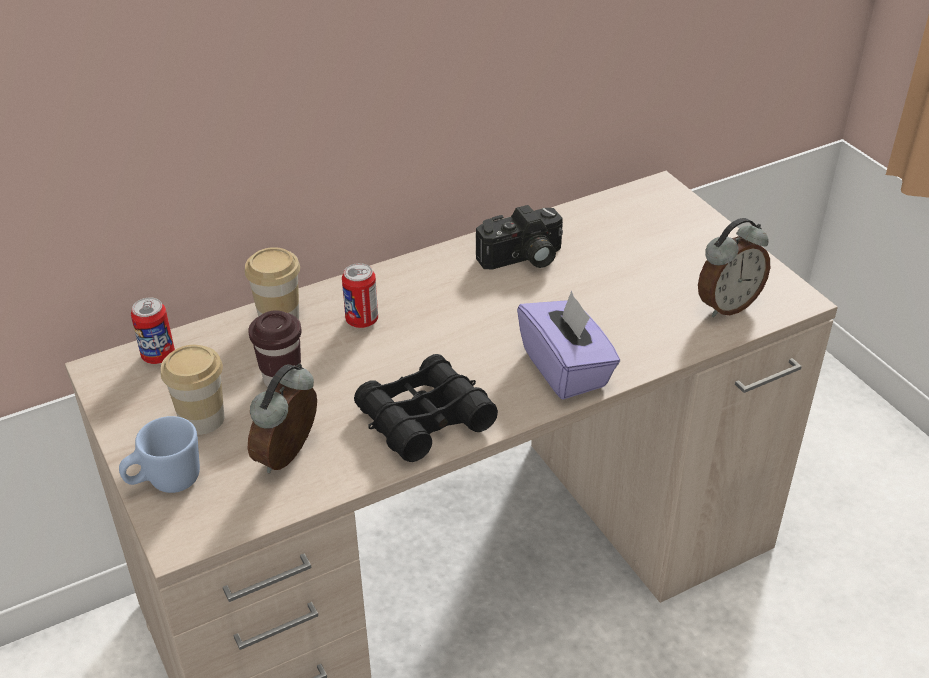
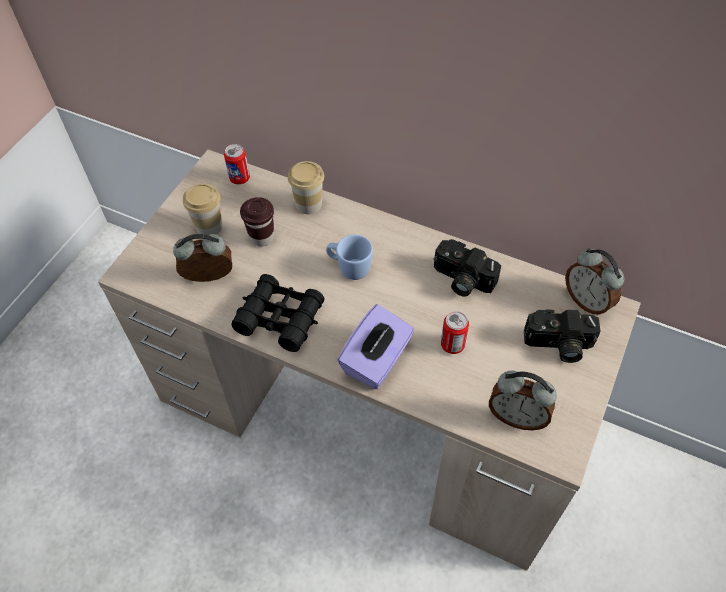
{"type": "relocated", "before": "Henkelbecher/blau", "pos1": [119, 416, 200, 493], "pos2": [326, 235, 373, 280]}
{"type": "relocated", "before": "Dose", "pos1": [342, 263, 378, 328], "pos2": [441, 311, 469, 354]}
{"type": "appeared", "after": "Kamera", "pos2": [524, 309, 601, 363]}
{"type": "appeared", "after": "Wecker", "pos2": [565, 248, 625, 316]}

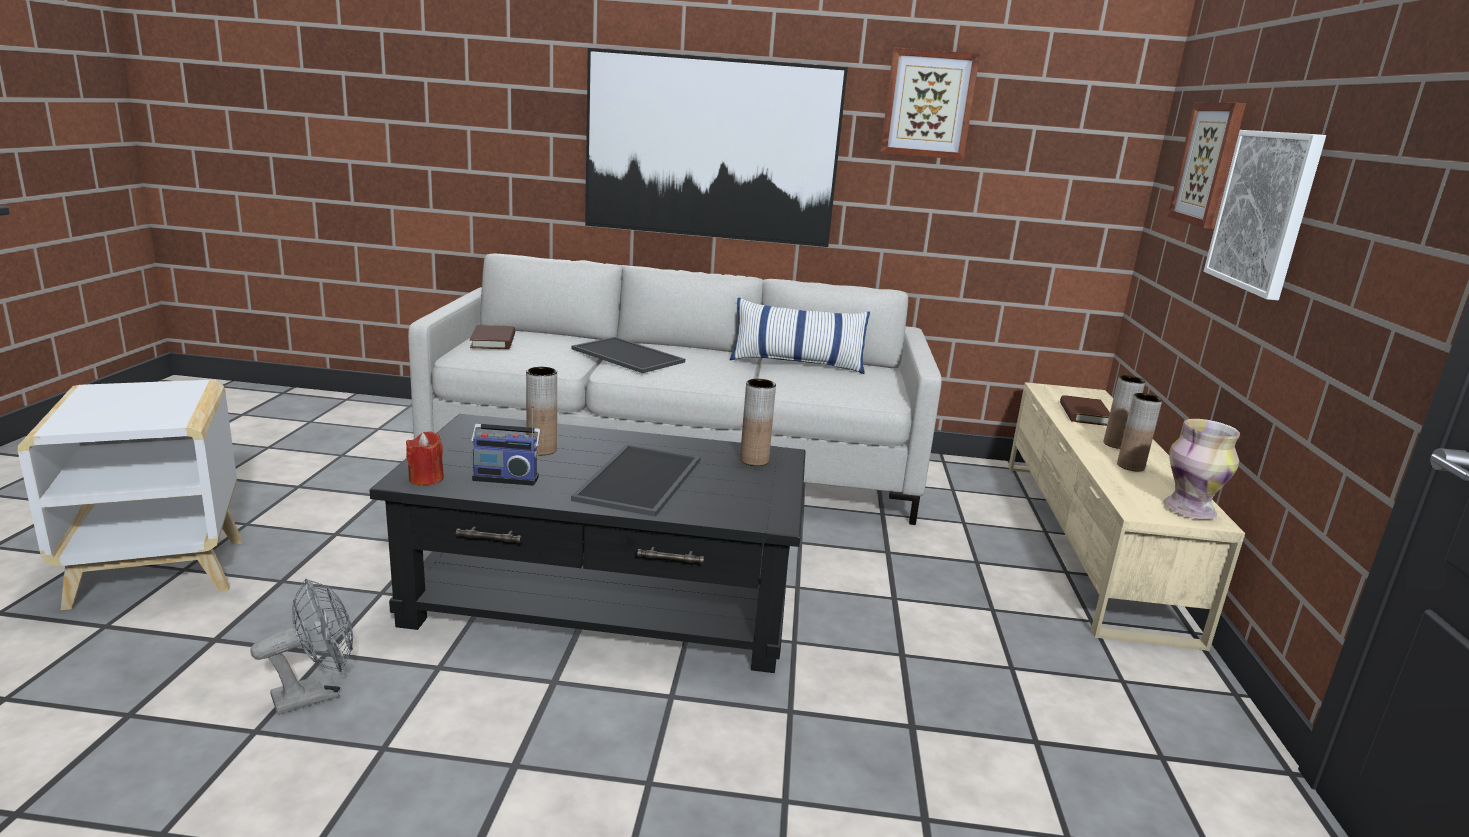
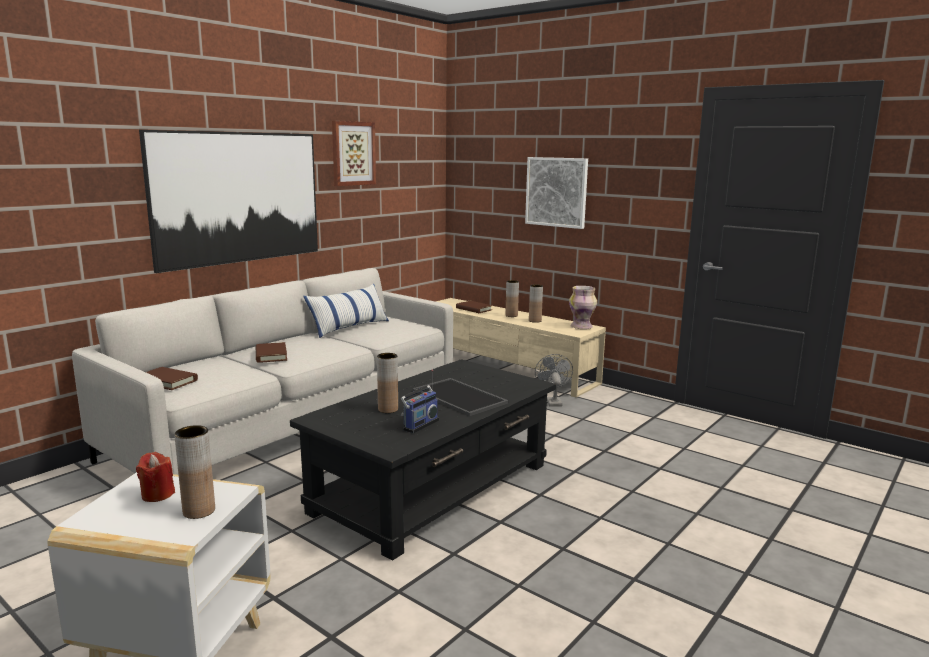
{"type": "relocated", "before": "Kerze/rot", "pos1": [406, 431, 444, 486], "pos2": [136, 452, 175, 502]}
{"type": "relocated", "before": "Vase/braun", "pos1": [740, 379, 776, 466], "pos2": [174, 425, 215, 519]}
{"type": "exchanged", "before": "Tablett", "after": "Buch/braun", "pos1": [571, 337, 685, 373], "pos2": [256, 342, 287, 363]}
{"type": "relocated", "before": "Ventilator/grau", "pos1": [250, 579, 353, 715], "pos2": [535, 354, 573, 407]}
{"type": "missing", "before": "Bild", "pos1": [1168, 103, 1246, 229]}

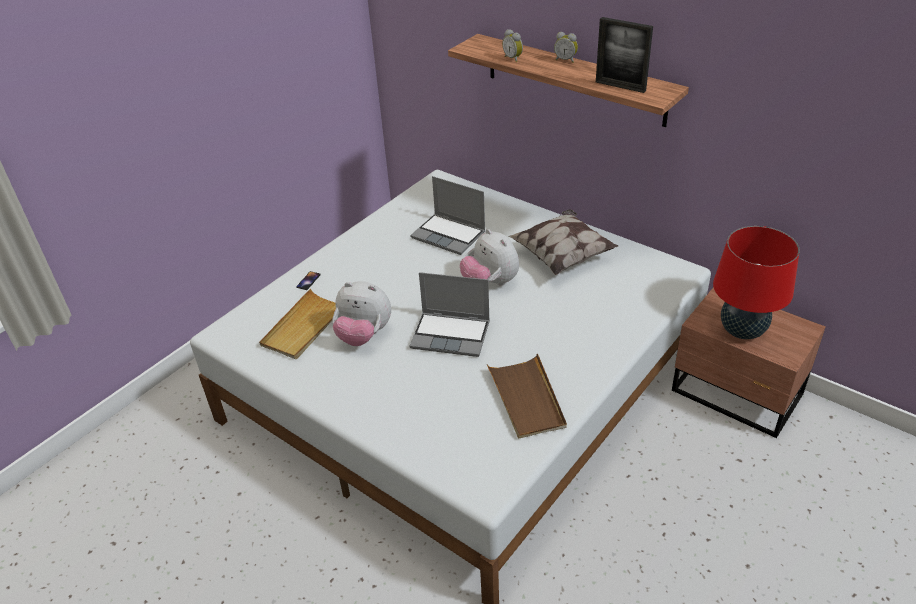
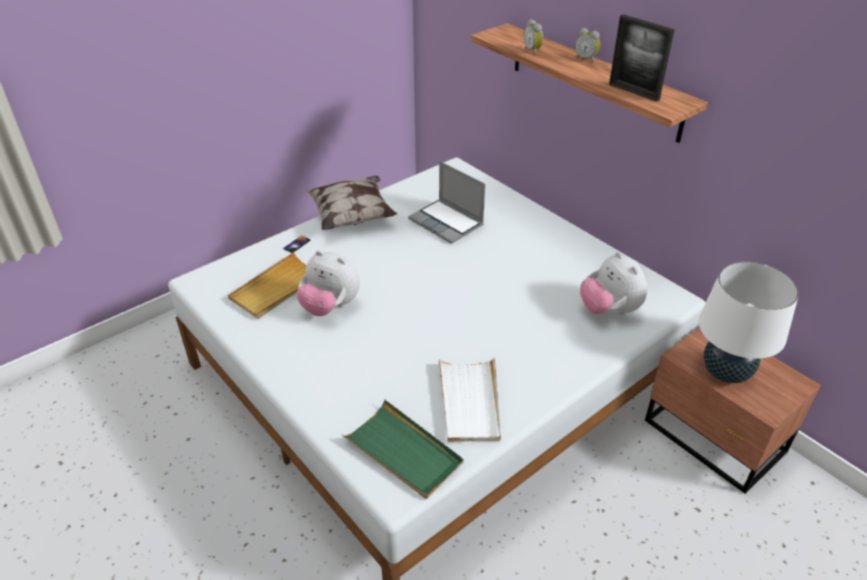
{"type": "relocated", "before": "Kissen", "pos1": [509, 209, 618, 275], "pos2": [305, 176, 397, 230]}
{"type": "appeared", "after": "Tablett/grün", "pos2": [342, 400, 464, 499]}
{"type": "colour", "before": "Tablett/braun", "after": "Tablett/weiß", "pos1": [487, 354, 567, 439], "pos2": [439, 357, 501, 442]}
{"type": "relocated", "before": "Plüschtier", "pos1": [460, 229, 519, 286], "pos2": [580, 252, 647, 315]}
{"type": "colour", "before": "Tischlampe/rot", "after": "Tischlampe/weiß", "pos1": [713, 226, 800, 339], "pos2": [699, 262, 799, 383]}
{"type": "missing", "before": "Laptop", "pos1": [410, 272, 490, 357]}

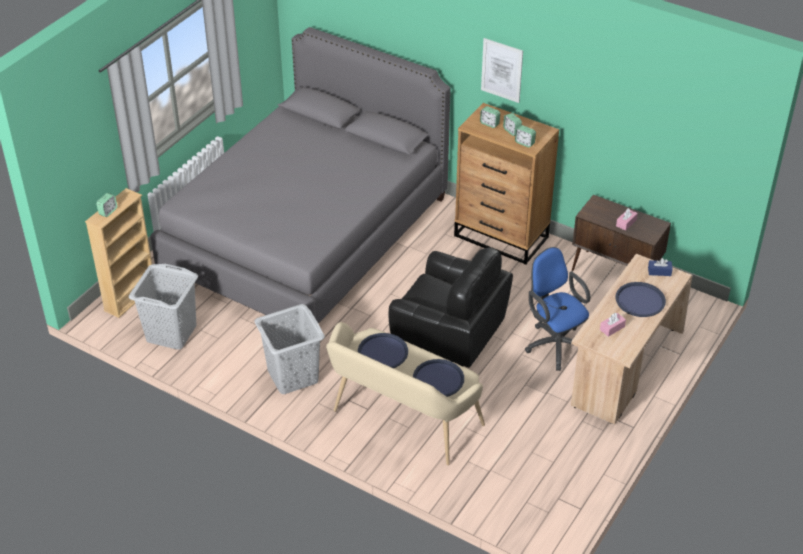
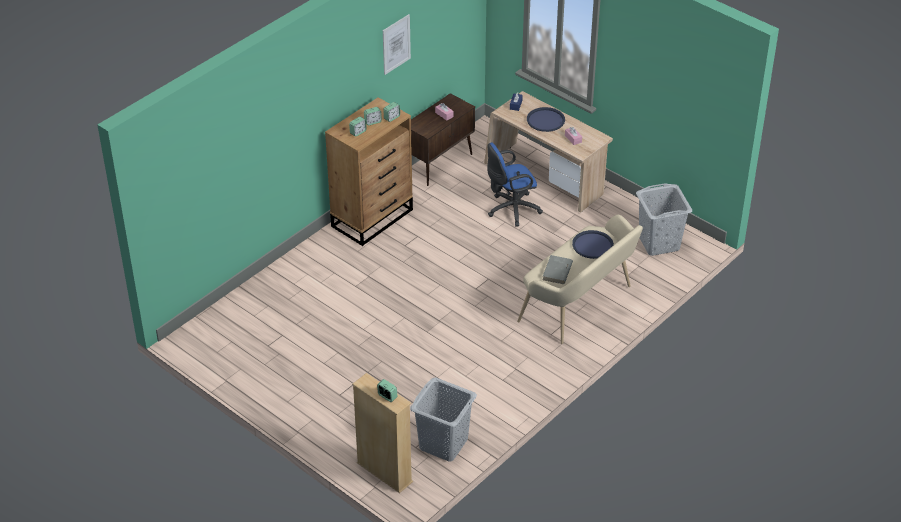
{"type": "relocated", "before": "Bild", "pos1": [481, 38, 523, 103], "pos2": [383, 14, 411, 75]}
{"type": "exchanged", "before": "Tablett/blau", "after": "Buch/grau", "pos1": [358, 333, 408, 368], "pos2": [543, 255, 573, 284]}
{"type": "relocated", "before": "Wäschekorb/grau", "pos1": [254, 304, 325, 394], "pos2": [636, 183, 692, 256]}
{"type": "missing", "before": "Bett/grau", "pos1": [150, 27, 451, 324]}
{"type": "missing", "before": "Sessel/schwarz", "pos1": [388, 248, 513, 368]}

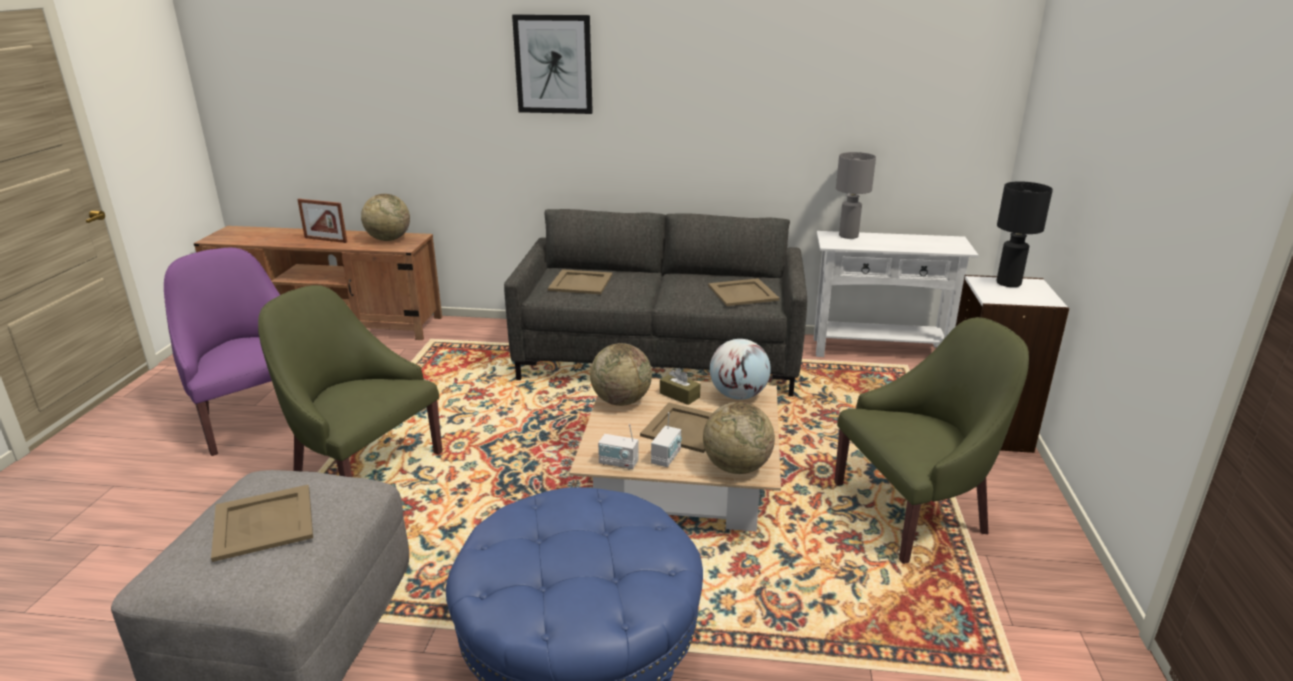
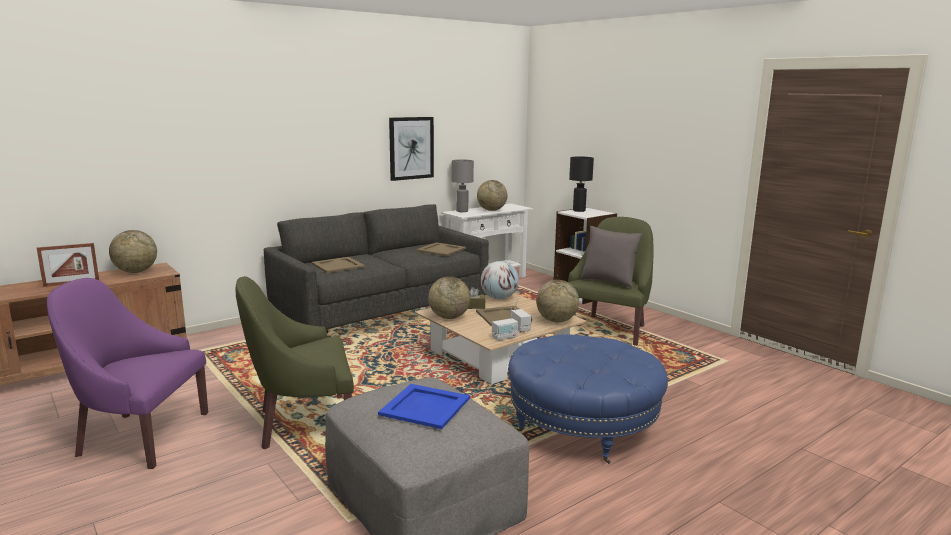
{"type": "colour", "before": "Tablett/beige", "after": "Tablett/blau", "pos1": [211, 485, 313, 562], "pos2": [378, 384, 470, 429]}
{"type": "relocated", "before": "Bild", "pos1": [512, 14, 593, 114], "pos2": [389, 117, 434, 181]}
{"type": "appeared", "after": "Globus", "pos2": [477, 180, 507, 211]}
{"type": "appeared", "after": "Kissen/grau", "pos2": [580, 226, 643, 288]}

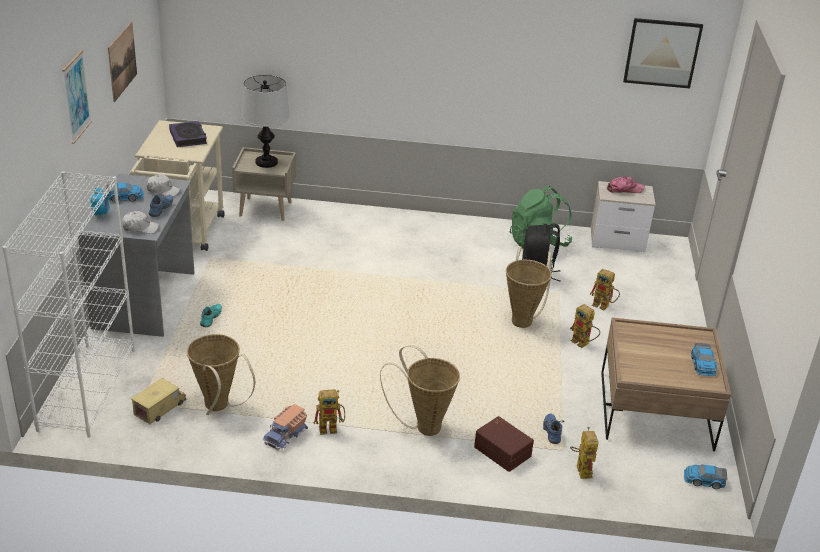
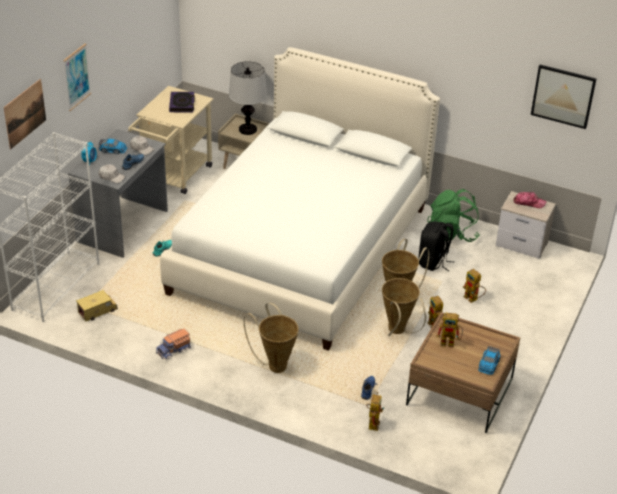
{"type": "relocated", "before": "Bild", "pos1": [108, 22, 137, 102], "pos2": [4, 79, 46, 149]}
{"type": "appeared", "after": "Bett/weiß", "pos2": [160, 47, 440, 351]}
{"type": "relocated", "before": "Korb", "pos1": [187, 334, 255, 415], "pos2": [382, 278, 426, 336]}
{"type": "relocated", "before": "Spielzeugroboter", "pos1": [314, 389, 345, 435], "pos2": [436, 313, 463, 348]}
{"type": "missing", "before": "Aufbewahrungsbox/braun", "pos1": [474, 416, 534, 472]}
{"type": "missing", "before": "Spielzeugauto", "pos1": [684, 465, 727, 489]}

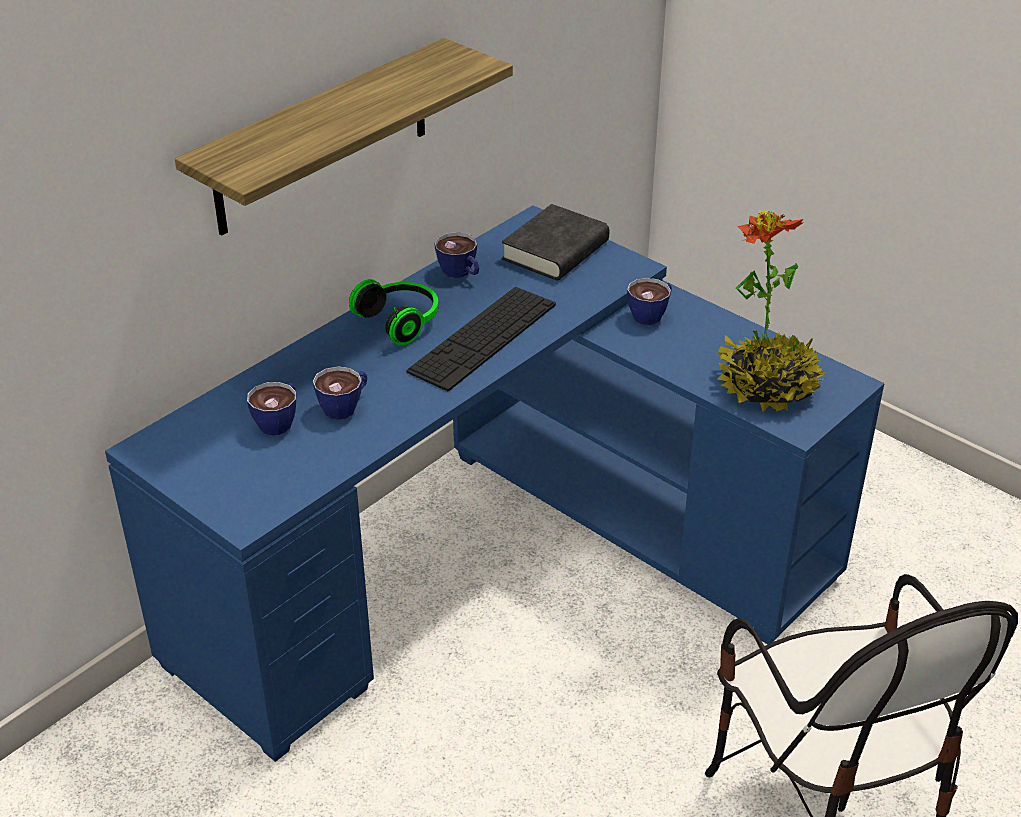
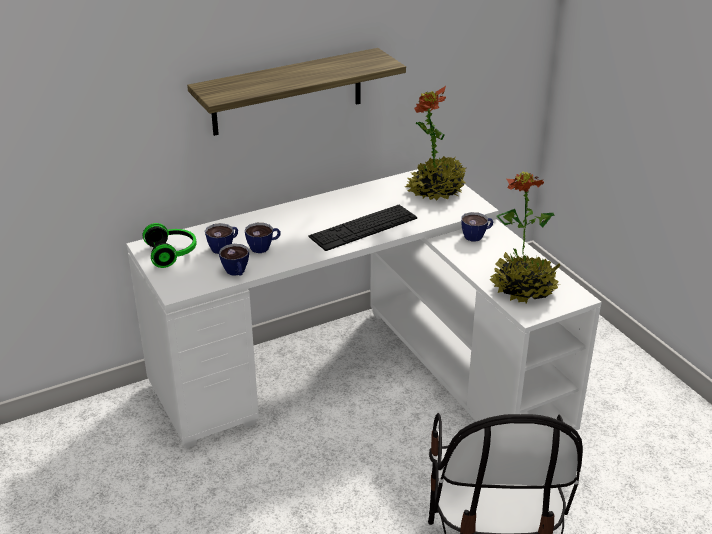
{"type": "colour", "before": "Schreibtisch/blau", "after": "Schreibtisch/weiß", "pos1": [105, 205, 884, 762], "pos2": [126, 169, 602, 448]}
{"type": "relocated", "before": "Kopfhörer", "pos1": [349, 279, 438, 346], "pos2": [143, 223, 197, 268]}
{"type": "relocated", "before": "Tasse", "pos1": [434, 232, 479, 278], "pos2": [219, 244, 249, 276]}
{"type": "exchanged", "before": "Buch/schwarz", "after": "Topfpflanze", "pos1": [502, 204, 609, 280], "pos2": [405, 86, 466, 200]}

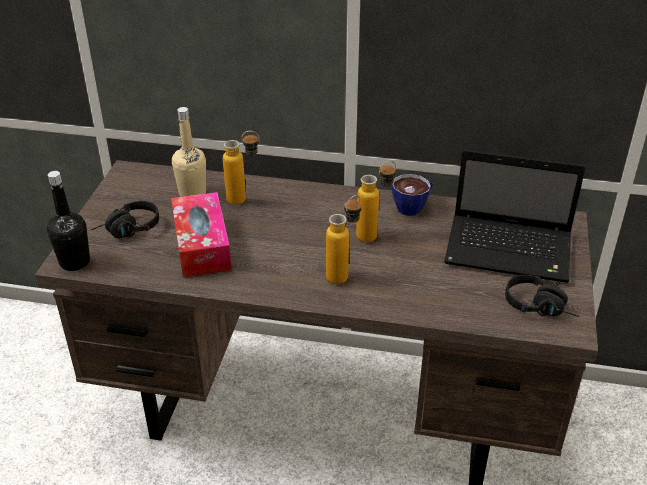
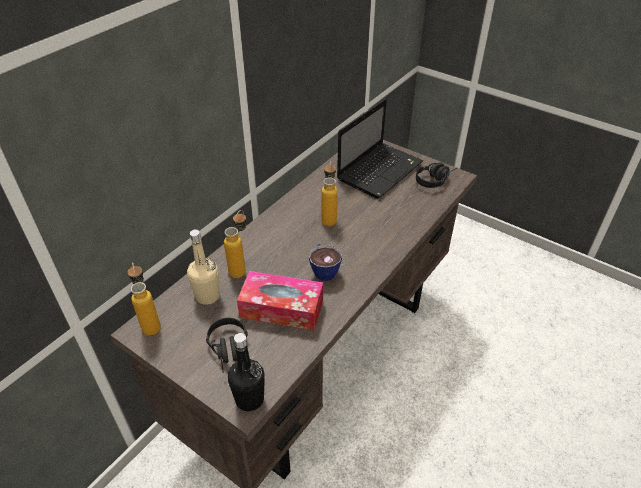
{"type": "relocated", "before": "Flasche", "pos1": [326, 195, 361, 284], "pos2": [127, 263, 161, 336]}
{"type": "relocated", "before": "Tasse", "pos1": [392, 174, 433, 216], "pos2": [309, 244, 342, 281]}

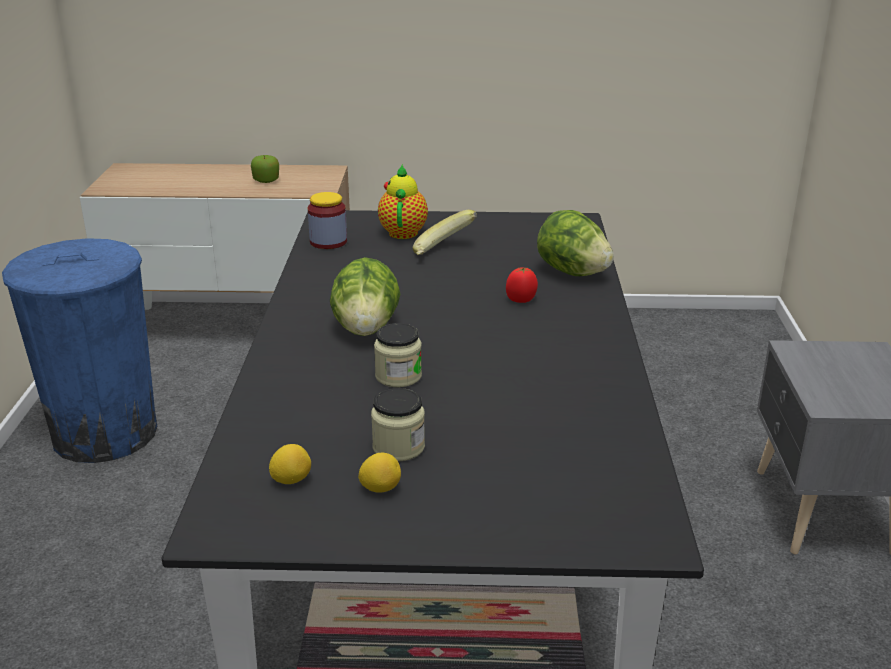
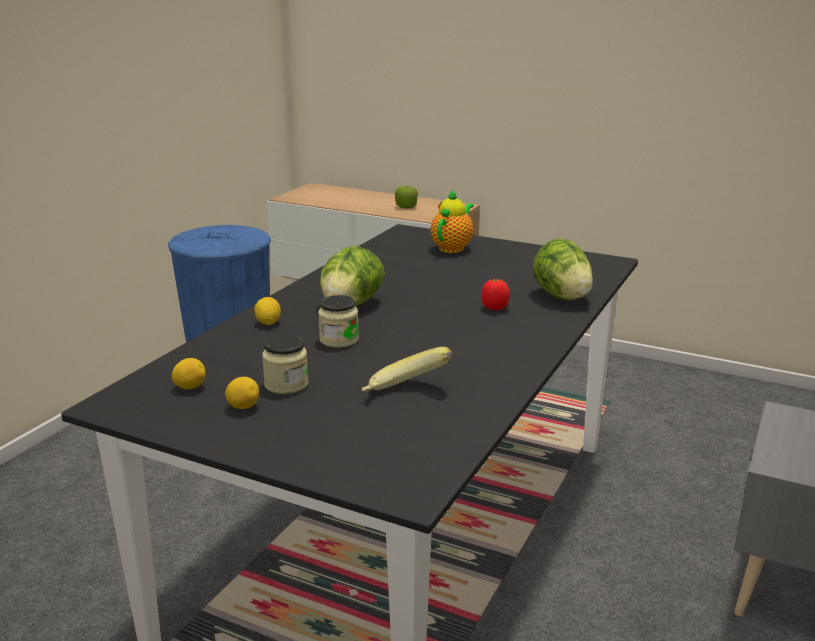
{"type": "appeared", "after": "Zitrone", "pos2": [254, 297, 281, 325]}
{"type": "relocated", "before": "Banane", "pos1": [413, 210, 477, 255], "pos2": [362, 347, 453, 392]}
{"type": "missing", "before": "Vorratsglas", "pos1": [308, 192, 347, 249]}

